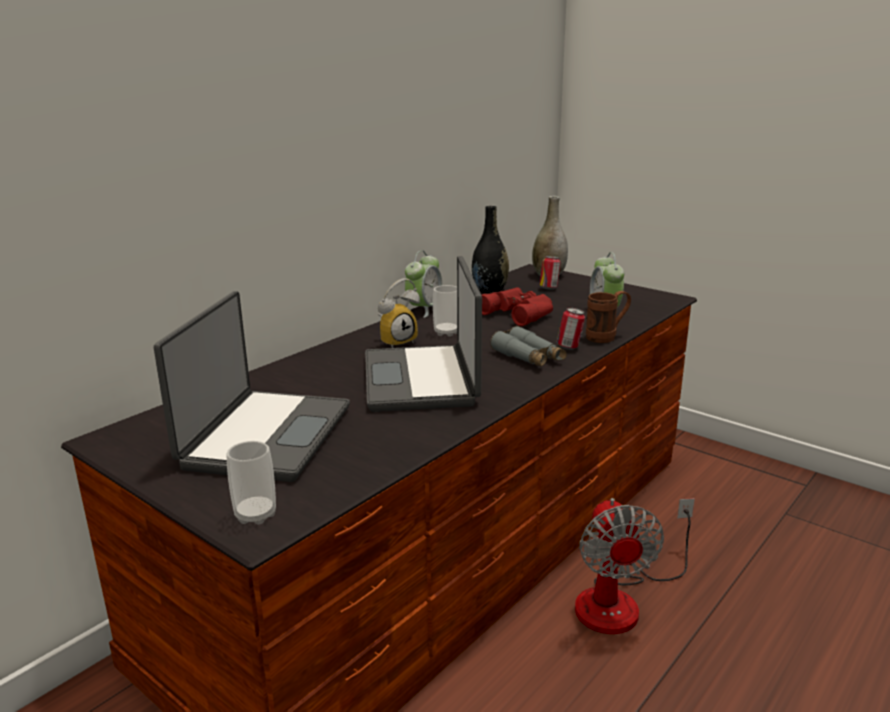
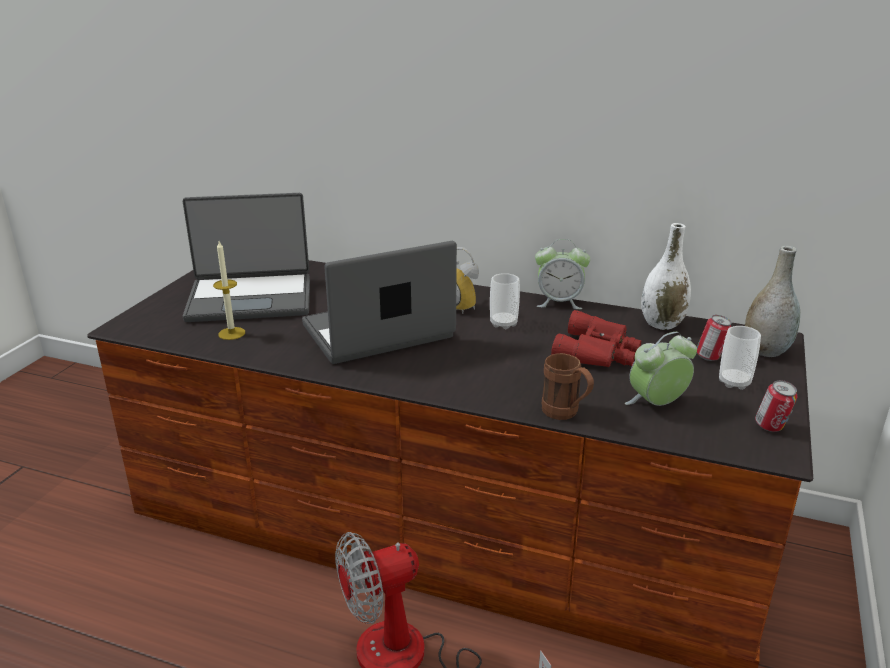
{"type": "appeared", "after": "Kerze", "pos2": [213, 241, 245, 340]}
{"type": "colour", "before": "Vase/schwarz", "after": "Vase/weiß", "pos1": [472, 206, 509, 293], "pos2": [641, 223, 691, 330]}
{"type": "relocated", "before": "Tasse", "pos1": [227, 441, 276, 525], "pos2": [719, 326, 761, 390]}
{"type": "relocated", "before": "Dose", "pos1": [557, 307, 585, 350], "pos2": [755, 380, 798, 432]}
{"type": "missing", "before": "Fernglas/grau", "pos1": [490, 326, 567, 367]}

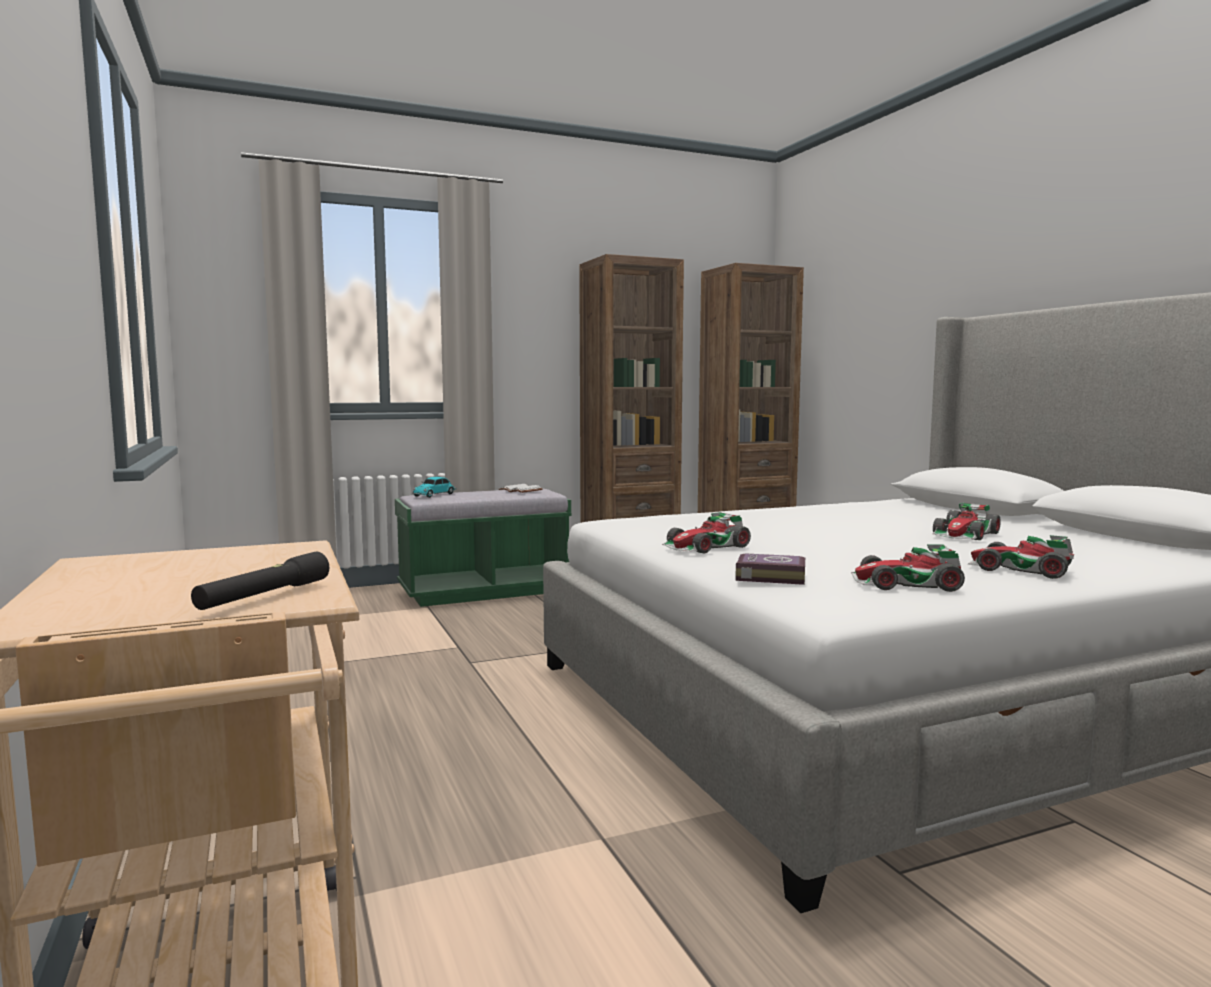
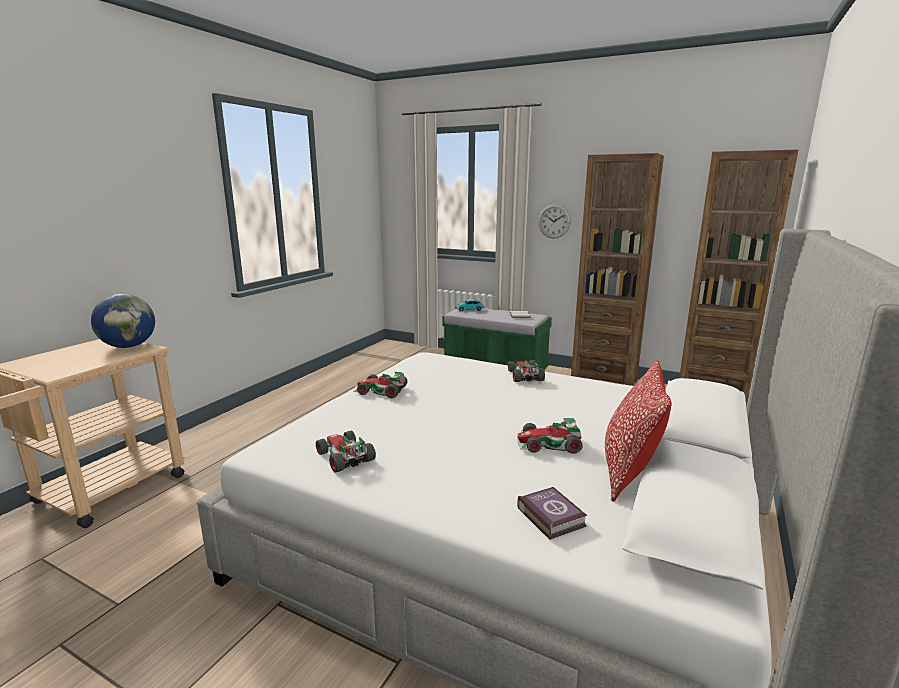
{"type": "appeared", "after": "Globus", "pos2": [91, 294, 155, 348]}
{"type": "relocated", "before": "Spielzeugauto", "pos1": [968, 535, 1074, 579], "pos2": [508, 360, 545, 382]}
{"type": "relocated", "before": "Buch", "pos1": [736, 553, 805, 585], "pos2": [517, 487, 588, 540]}
{"type": "appeared", "after": "Wanduhr", "pos2": [538, 204, 571, 239]}
{"type": "appeared", "after": "Kissen", "pos2": [605, 360, 672, 502]}
{"type": "missing", "before": "Taschenlampe/schwarz", "pos1": [191, 552, 329, 610]}

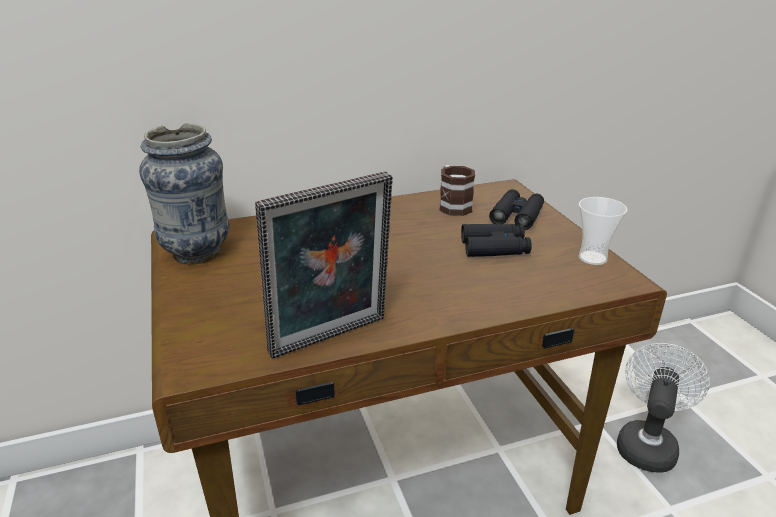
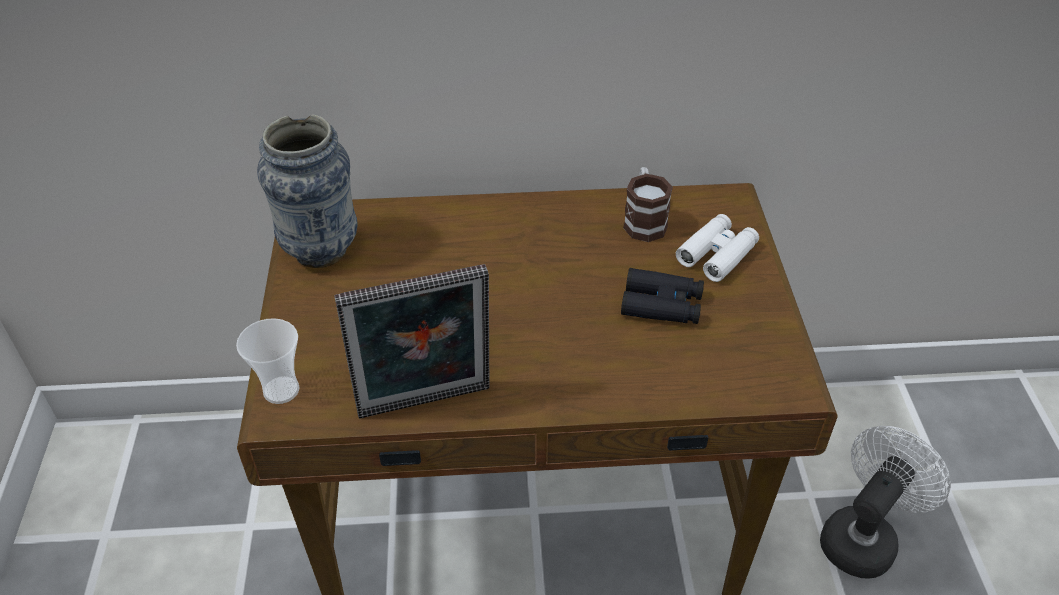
{"type": "relocated", "before": "Tasse", "pos1": [579, 197, 627, 265], "pos2": [236, 318, 299, 404]}
{"type": "colour", "before": "Fernglas/schwarz", "after": "Fernglas/weiß", "pos1": [489, 189, 544, 230], "pos2": [676, 214, 759, 282]}

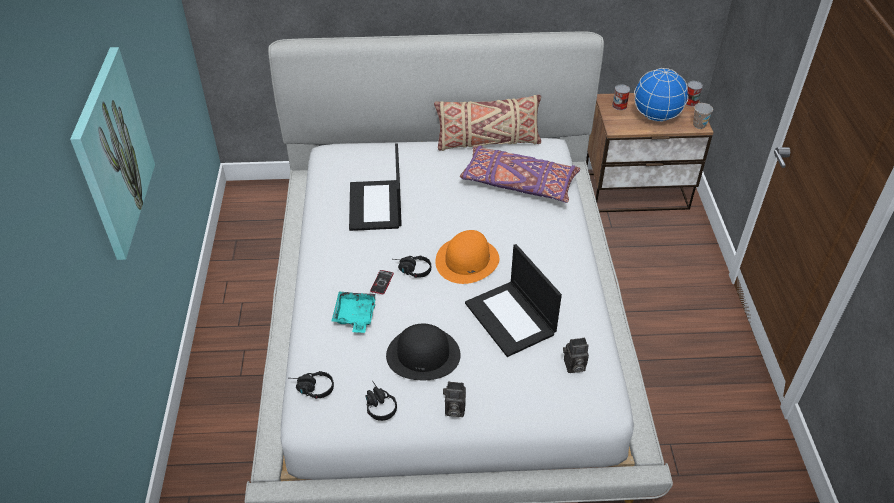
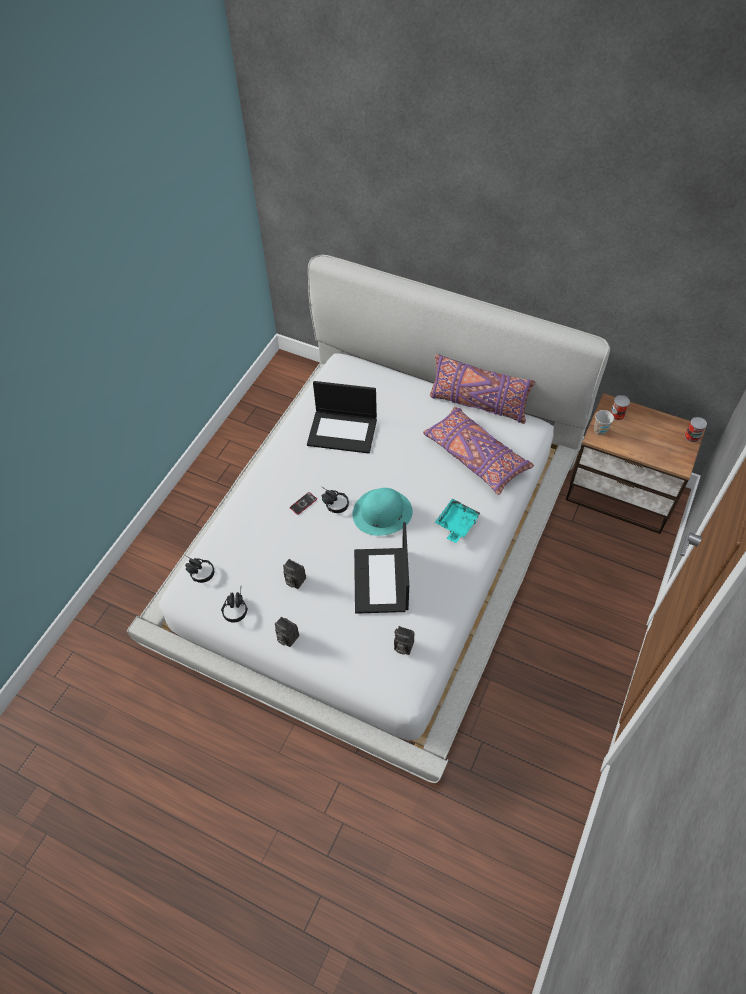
{"type": "exchanged", "before": "Hut/schwarz", "after": "Kamera", "pos1": [386, 324, 461, 380], "pos2": [283, 559, 306, 589]}
{"type": "spun", "before": "Laptop", "pos1": [349, 143, 402, 231], "pos2": [307, 381, 377, 454], "turn": -105}
{"type": "colour", "before": "Hut/orange", "after": "Hut/türkis", "pos1": [435, 230, 499, 284], "pos2": [353, 488, 413, 536]}
{"type": "colour", "before": "Kissen/beige", "after": "Kissen/lila", "pos1": [434, 95, 541, 151], "pos2": [430, 354, 535, 424]}
{"type": "relocated", "before": "Tablett/türkis", "pos1": [332, 292, 376, 333], "pos2": [435, 498, 481, 543]}
{"type": "relocated", "before": "Tasse", "pos1": [693, 103, 713, 129], "pos2": [594, 410, 614, 435]}
{"type": "missing", "before": "Bild", "pos1": [70, 47, 155, 260]}
{"type": "missing", "before": "Globus", "pos1": [634, 68, 688, 122]}

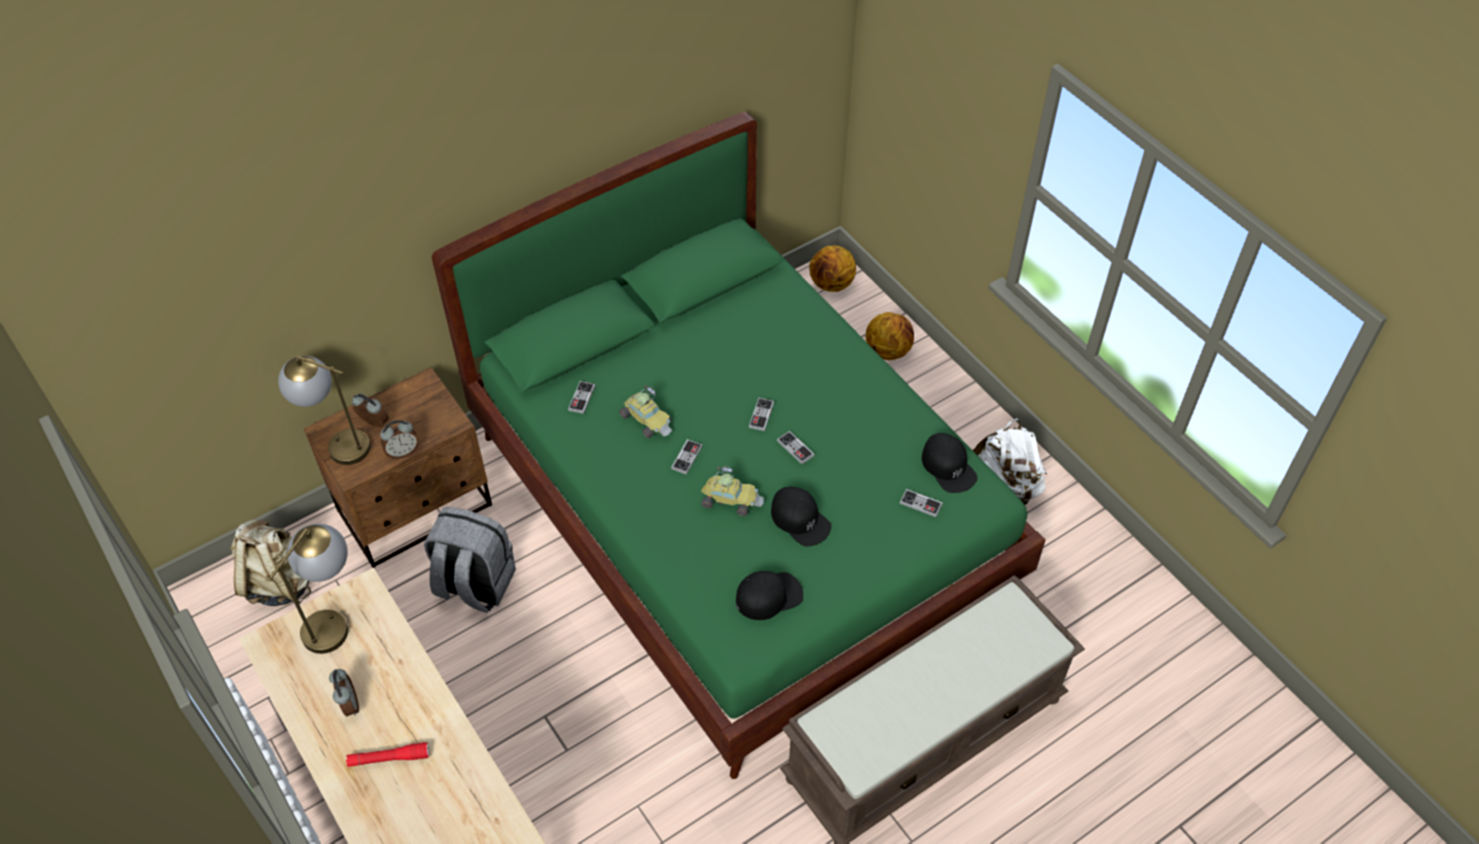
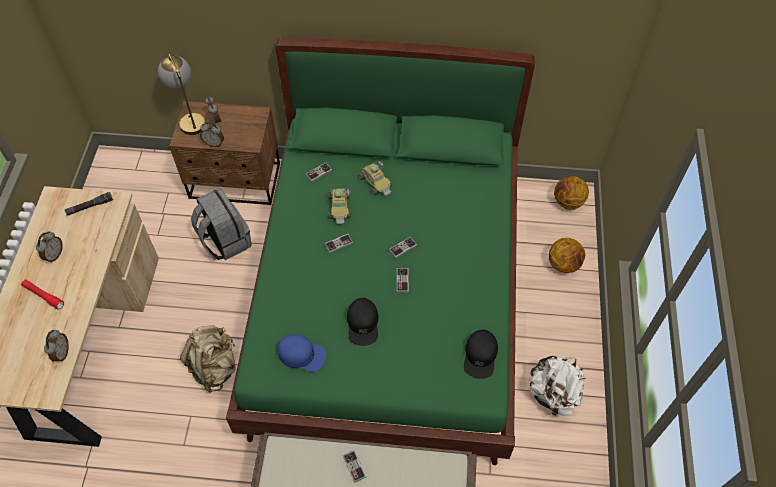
{"type": "appeared", "after": "Wecker", "pos2": [44, 330, 69, 362]}
{"type": "exchanged", "before": "Tischlampe", "after": "Taschenlampe/schwarz", "pos1": [269, 524, 348, 654], "pos2": [65, 192, 113, 216]}
{"type": "relocated", "before": "Rucksack/beige", "pos1": [231, 518, 311, 606], "pos2": [180, 325, 236, 393]}
{"type": "colour", "before": "Kappe/schwarz", "after": "Kappe/blau", "pos1": [736, 571, 803, 620], "pos2": [278, 334, 326, 372]}
{"type": "relocated", "before": "Gamepad", "pos1": [900, 489, 943, 517], "pos2": [343, 450, 366, 483]}
{"type": "relocated", "before": "Spielzeugauto", "pos1": [701, 466, 764, 516], "pos2": [358, 159, 392, 195]}

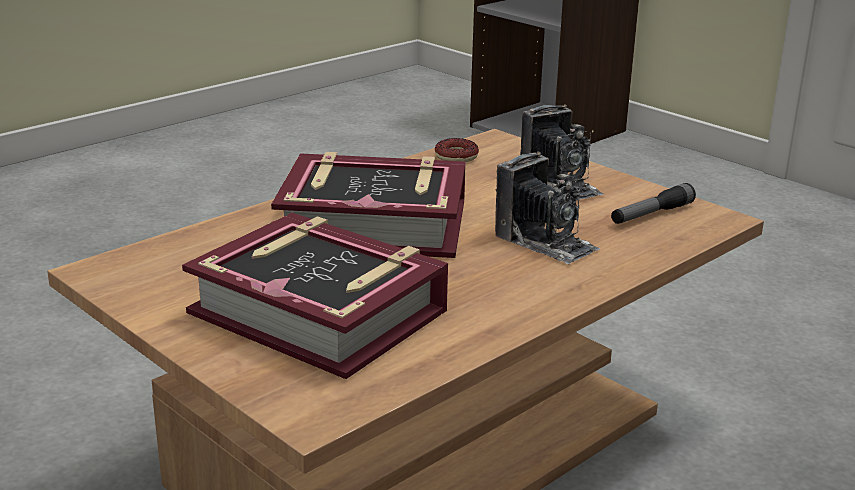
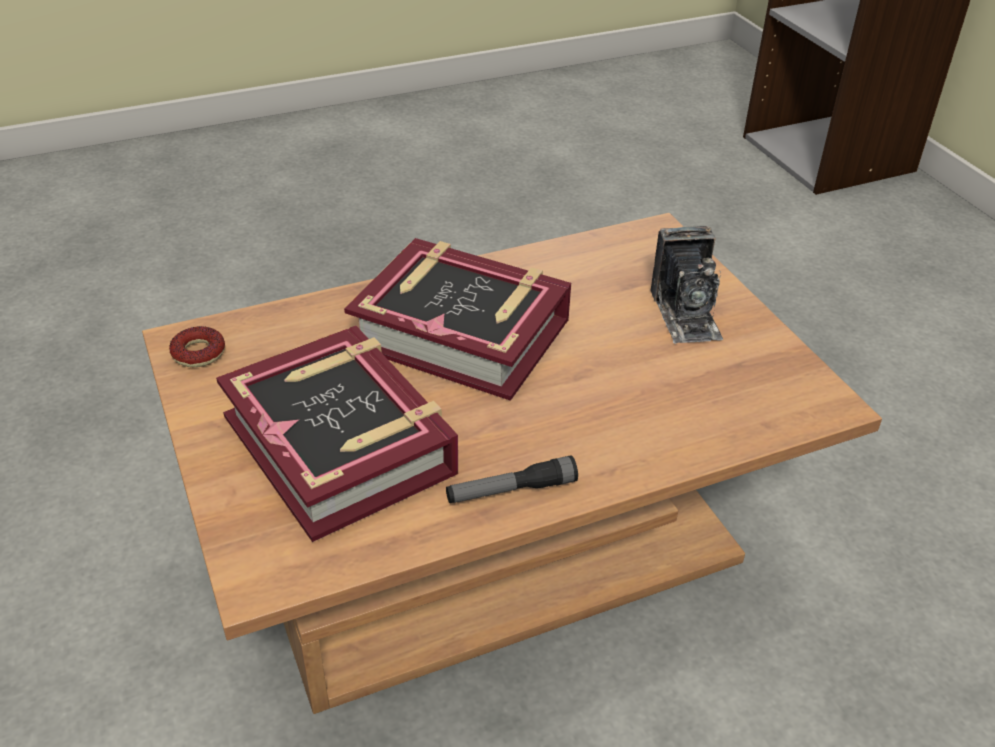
{"type": "relocated", "before": "Donut", "pos1": [435, 138, 479, 162], "pos2": [169, 326, 225, 367]}
{"type": "relocated", "before": "Taschenlampe", "pos1": [611, 183, 696, 224], "pos2": [446, 455, 578, 503]}
{"type": "missing", "before": "Kamera", "pos1": [495, 151, 600, 265]}

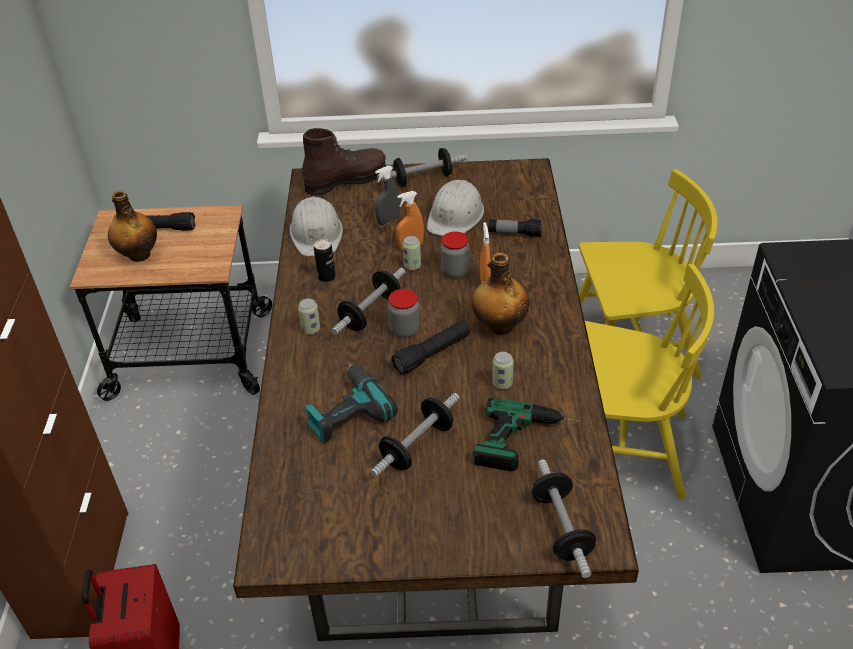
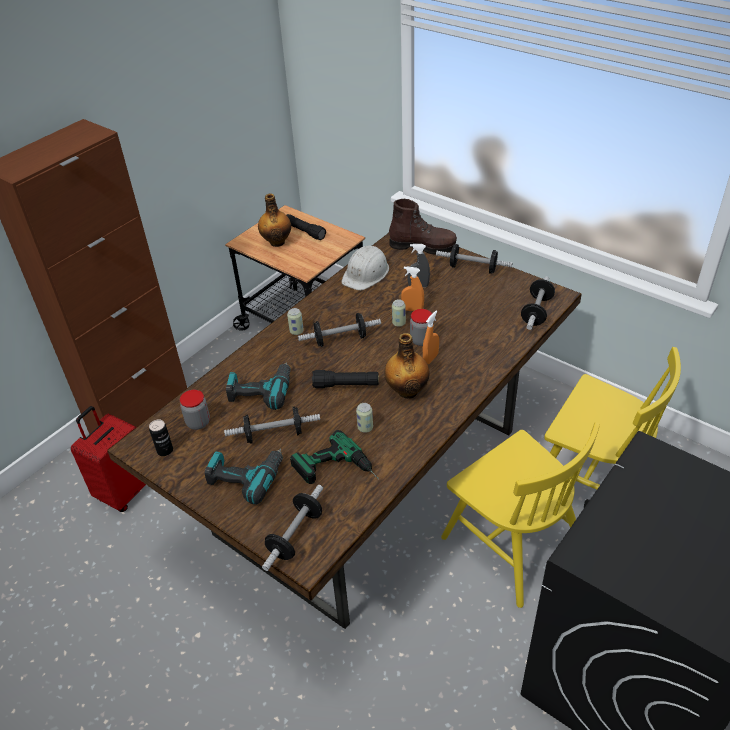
{"type": "relocated", "before": "Dose", "pos1": [314, 239, 336, 282], "pos2": [149, 419, 173, 456]}
{"type": "relocated", "before": "Vorratsglas", "pos1": [388, 289, 420, 338], "pos2": [180, 390, 210, 430]}
{"type": "appeared", "after": "Bohrmaschine", "pos2": [205, 449, 283, 505]}
{"type": "appeared", "after": "Hantel", "pos2": [521, 276, 555, 330]}
{"type": "missing", "before": "Schutzhelm/weiß", "pos1": [427, 180, 484, 236]}
{"type": "missing", "before": "Taschenlampe", "pos1": [488, 219, 543, 237]}

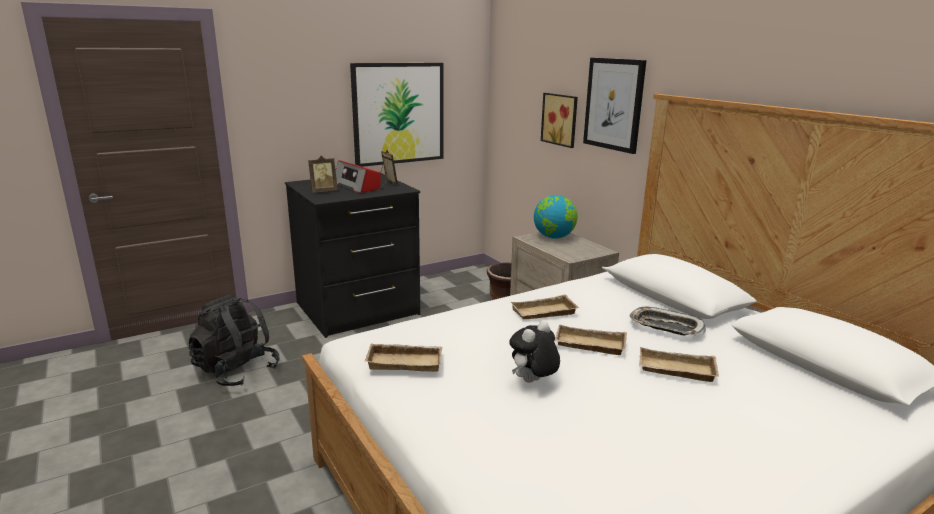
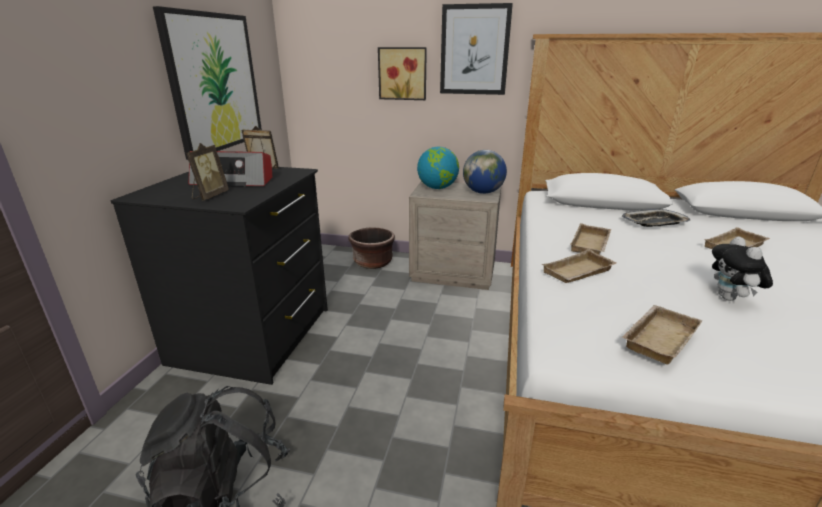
{"type": "appeared", "after": "Globus", "pos2": [463, 150, 507, 194]}
{"type": "relocated", "before": "Tablett/beige", "pos1": [555, 324, 627, 355], "pos2": [541, 249, 616, 283]}

